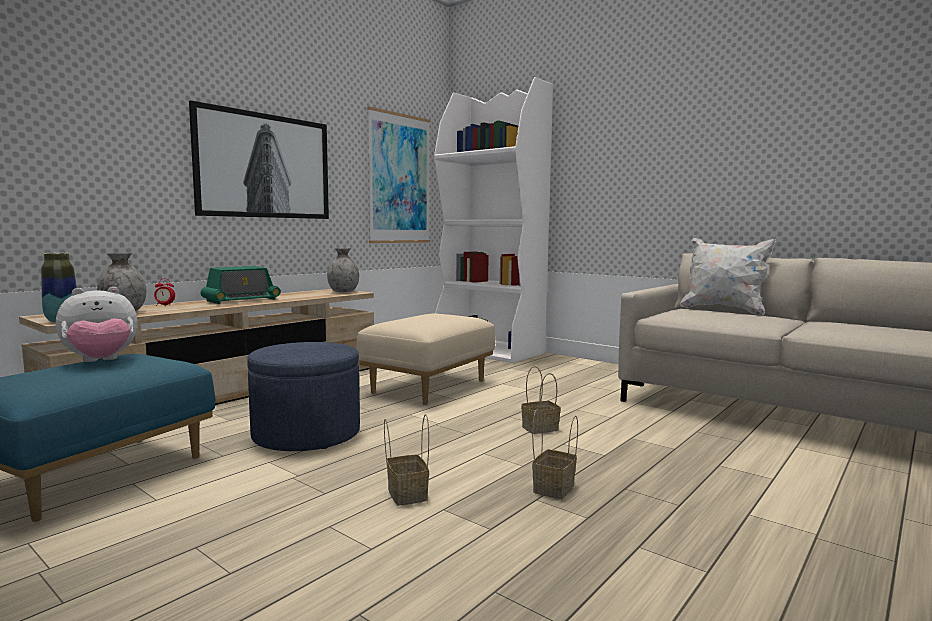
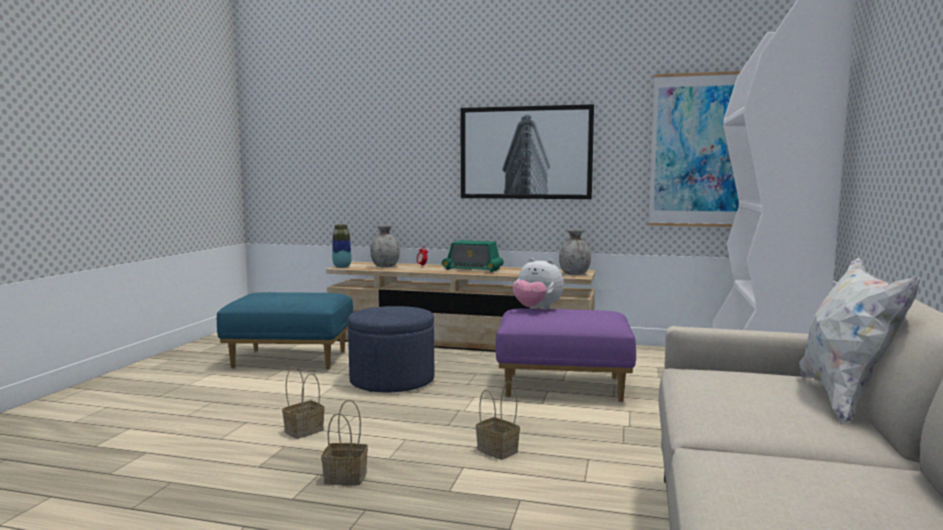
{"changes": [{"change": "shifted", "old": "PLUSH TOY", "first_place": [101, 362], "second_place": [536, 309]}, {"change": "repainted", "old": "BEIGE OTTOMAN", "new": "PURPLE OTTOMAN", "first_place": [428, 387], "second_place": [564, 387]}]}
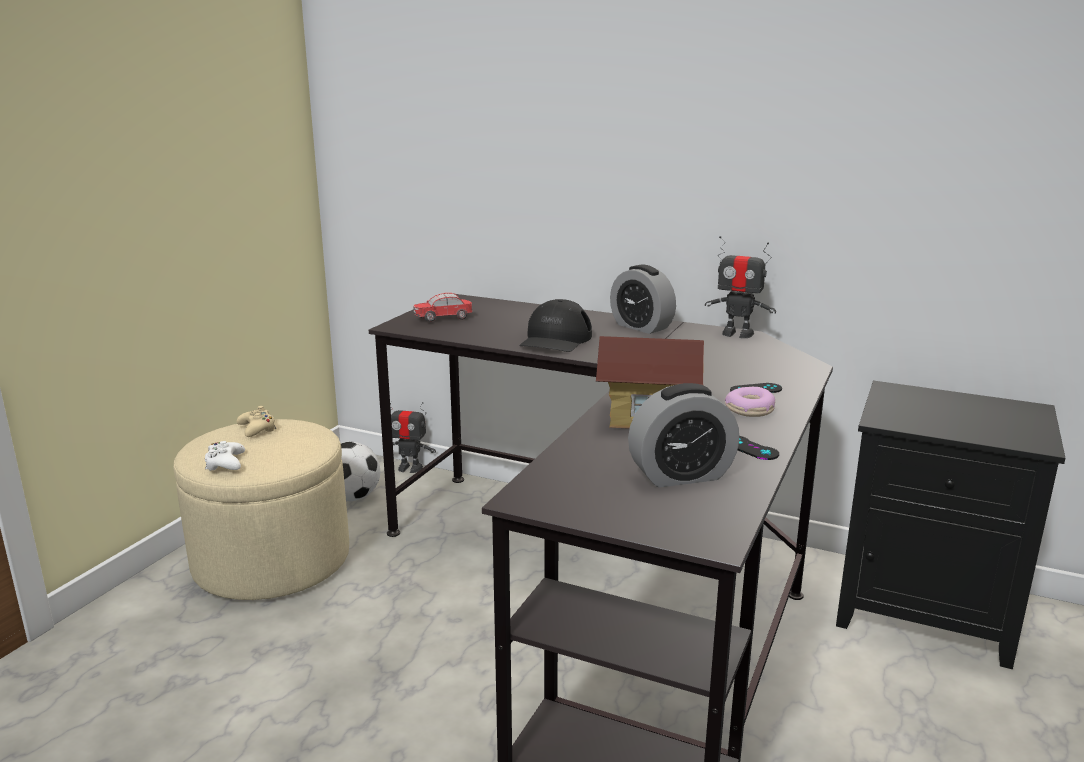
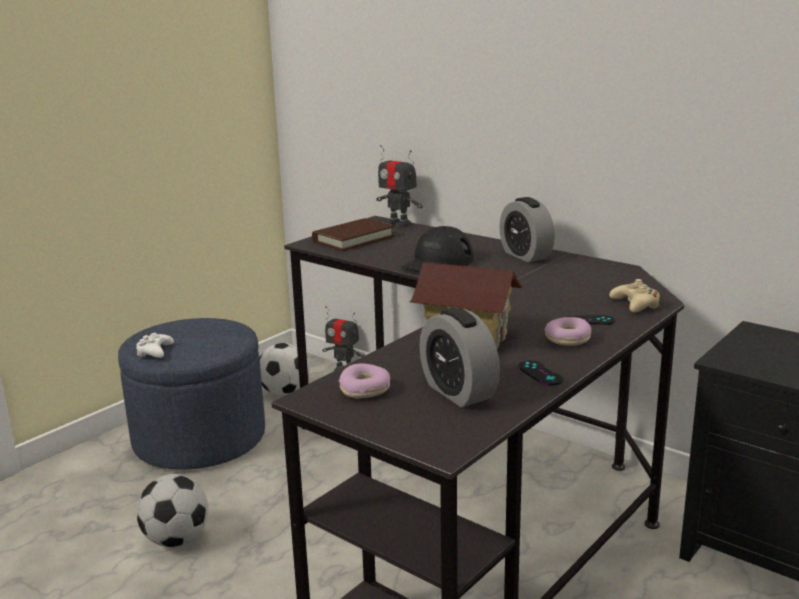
{"changes": [{"change": "repainted", "old": "BEIGE OTTOMAN", "new": "BLUE OTTOMAN", "first_place": [272, 561], "second_place": [200, 439]}, {"change": "shifted", "old": "BEIGE GAME CONTROLLER", "first_place": [257, 429], "second_place": [635, 304]}, {"change": "swapped", "old": "TOY CAR", "new": "BROWN BOOK", "first_place": [444, 319], "second_place": [353, 239]}, {"change": "rotated", "old": "ALARM CLOCK", "first_place": [681, 475], "second_place": [458, 392], "degrees": 60}, {"change": "shifted", "old": "TOY ROBOT", "first_place": [737, 334], "second_place": [398, 224]}, {"change": "new", "new": "FOOTBALL", "second_place": [176, 540]}, {"change": "new", "new": "DONUT", "second_place": [365, 389]}]}
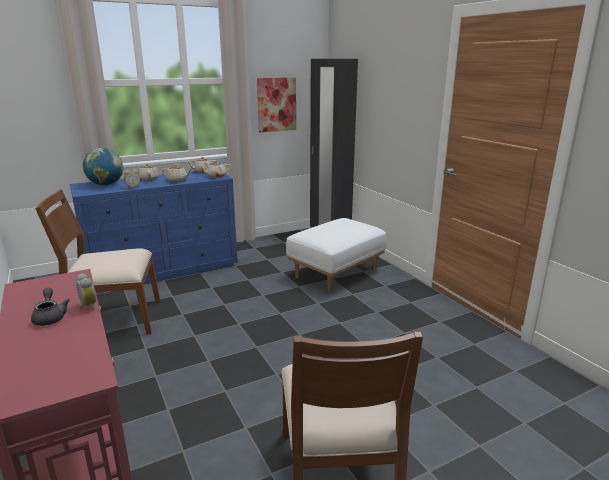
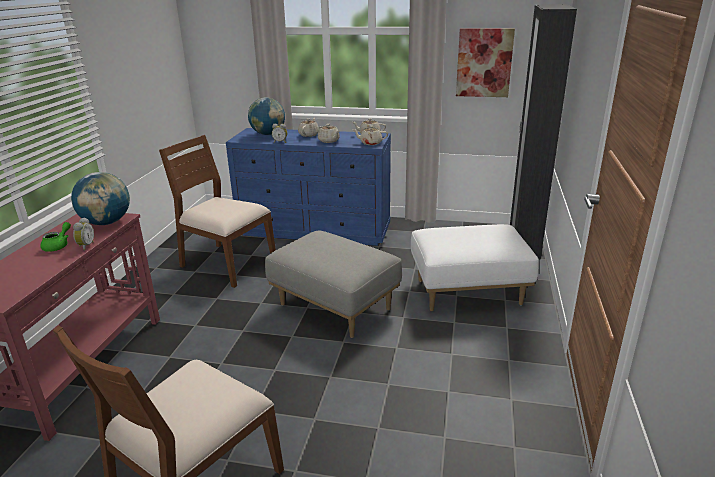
{"changes": [{"change": "repainted", "old": "GREY TEAPOT", "new": "GREEN TEAPOT", "first_place": [50, 317], "second_place": [58, 246]}, {"change": "new", "new": "GLOBE", "second_place": [106, 222]}, {"change": "new", "new": "GREY OTTOMAN", "second_place": [333, 307]}]}
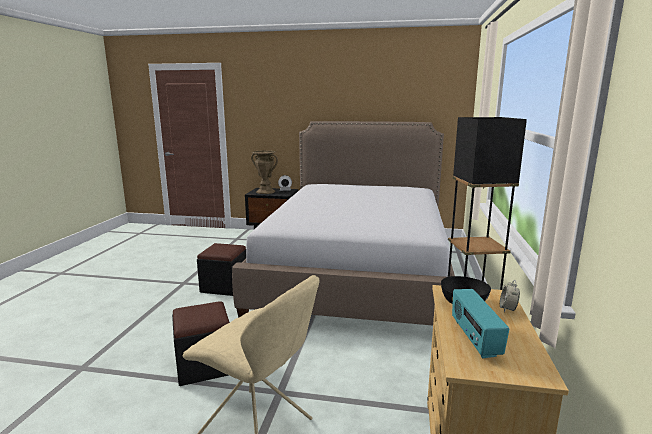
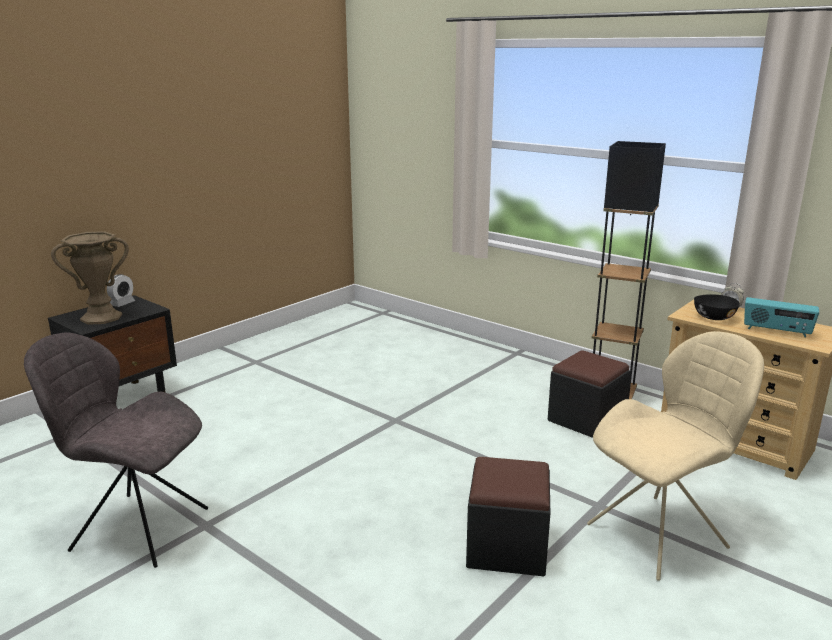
{"changes": [{"change": "shifted", "old": "BLACK OTTOMAN", "first_place": [224, 286], "second_place": [586, 420]}, {"change": "gone", "old": "BED", "first_place": [357, 272]}, {"change": "new", "new": "GREY CHAIR", "second_place": [136, 528]}]}
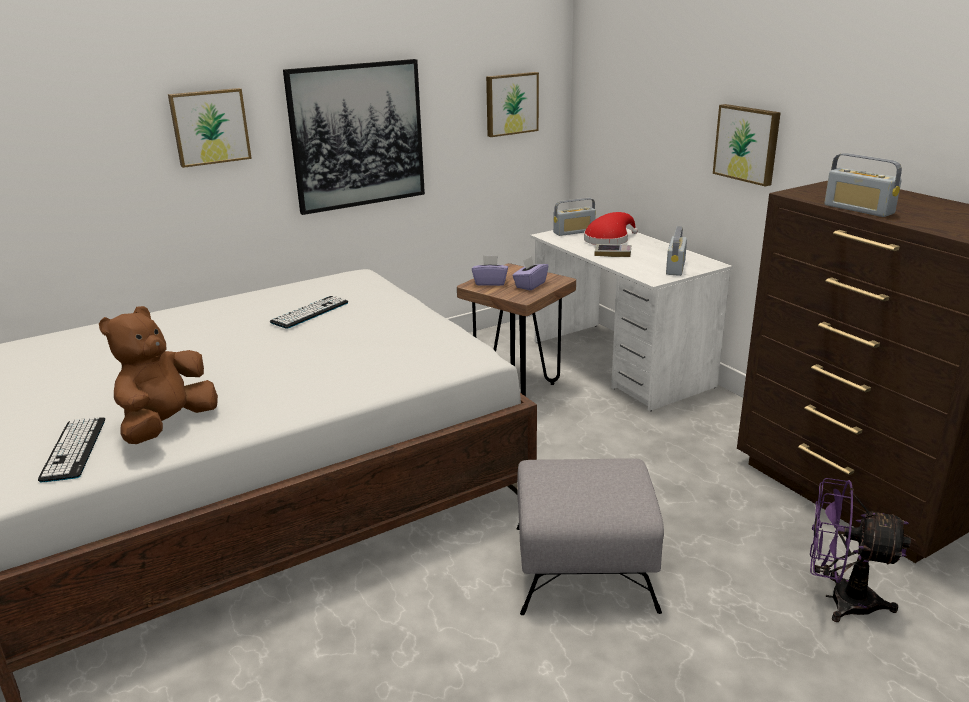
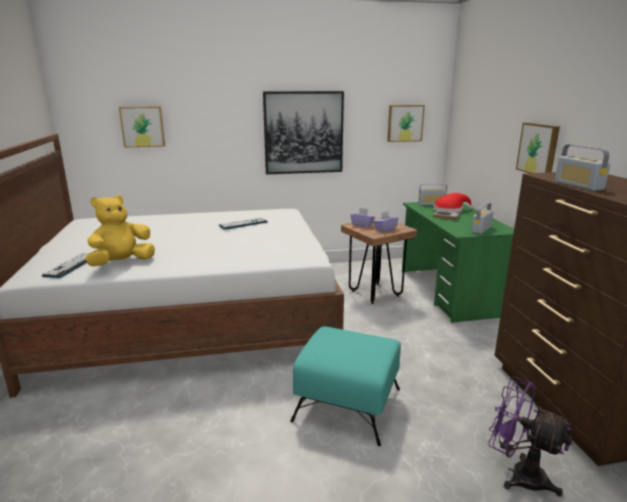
{"changes": [{"change": "repainted", "old": "BROWN PLUSH TOY", "new": "YELLOW PLUSH TOY", "first_place": [167, 426], "second_place": [122, 263]}, {"change": "shifted", "old": "PICTURE", "first_place": [210, 127], "second_place": [142, 126]}, {"change": "repainted", "old": "GREY OTTOMAN", "new": "TURQUOISE OTTOMAN", "first_place": [585, 567], "second_place": [348, 404]}, {"change": "repainted", "old": "WHITE DESK", "new": "GREEN DESK", "first_place": [620, 364], "second_place": [449, 292]}]}
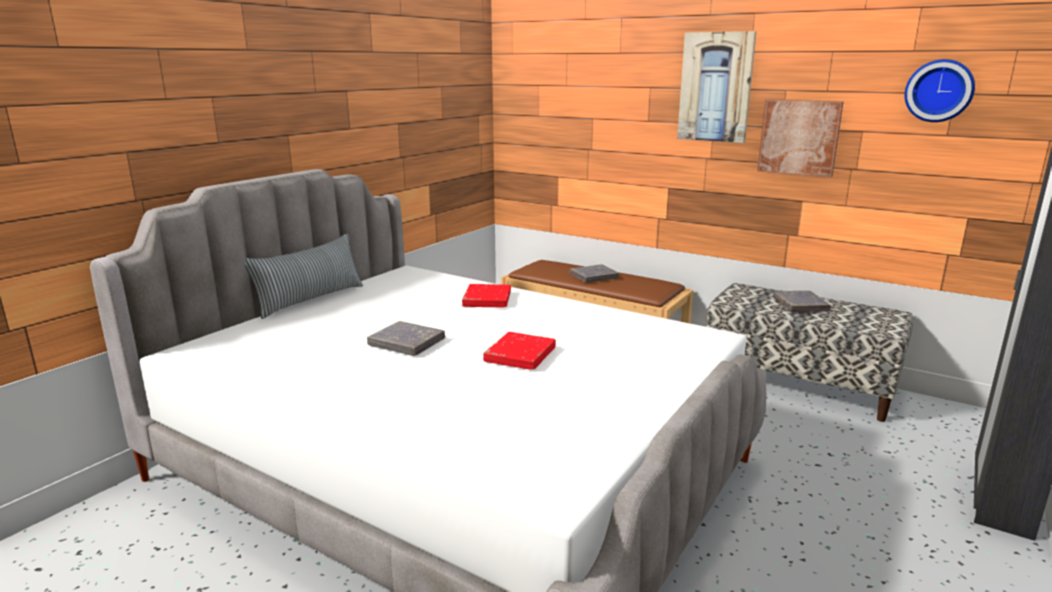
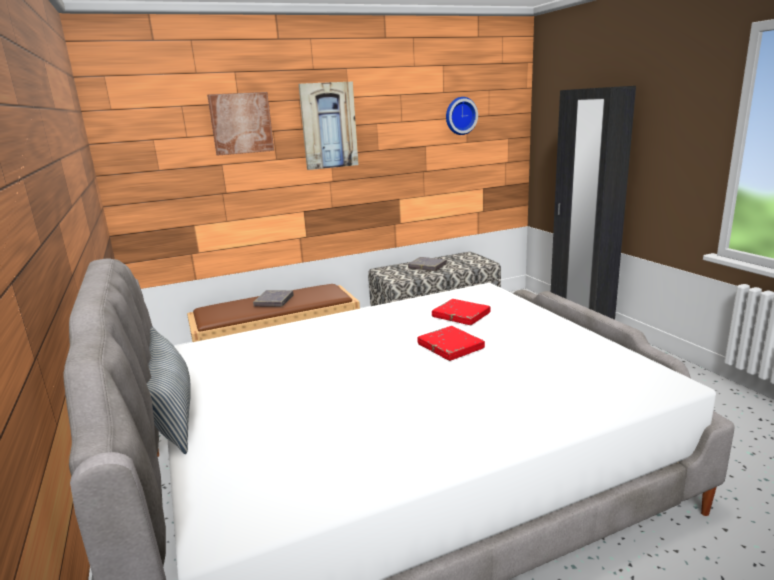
{"changes": [{"change": "gone", "old": "GREY BOOK", "first_place": [406, 343]}, {"change": "shifted", "old": "RED BOOK", "first_place": [487, 300], "second_place": [461, 315]}, {"change": "shifted", "old": "PICTURE", "first_place": [799, 137], "second_place": [241, 123]}]}
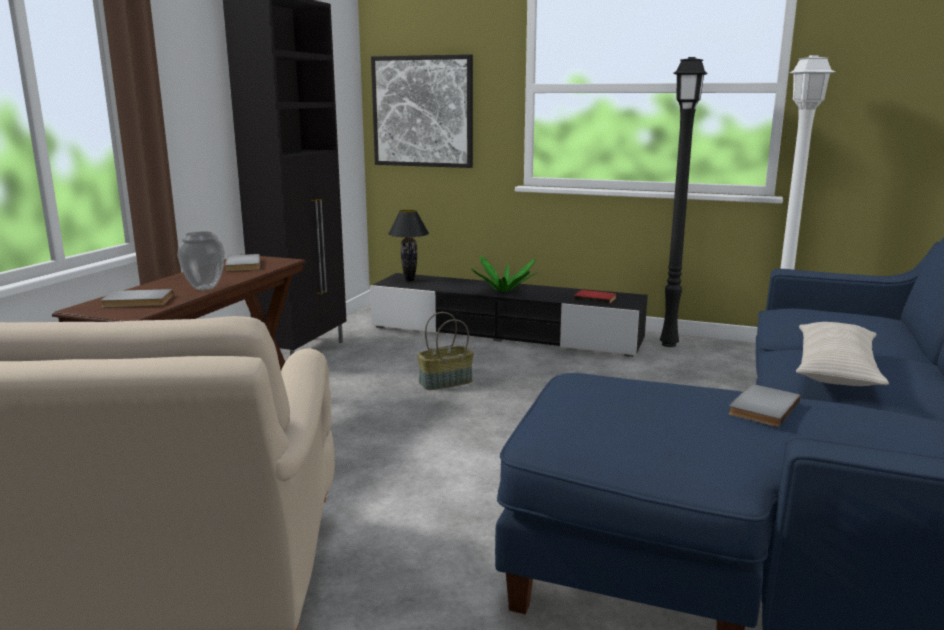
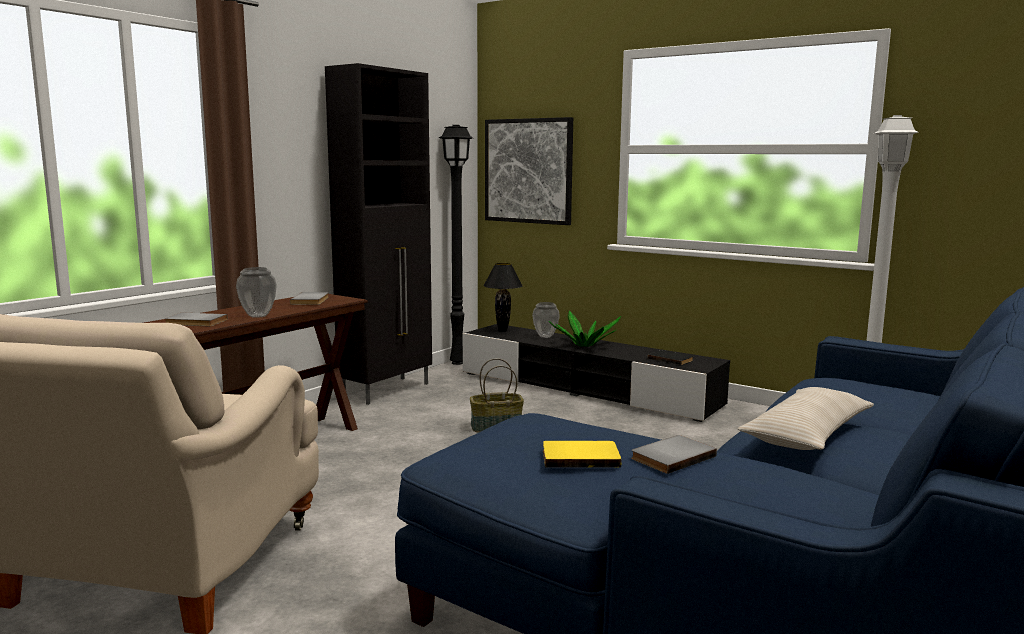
{"changes": [{"change": "repainted", "old": "RED BOOK", "new": "BLACK BOOK", "first_place": [595, 298], "second_place": [671, 359]}, {"change": "shifted", "old": "BLACK FLOOR LAMP", "first_place": [667, 345], "second_place": [456, 363]}, {"change": "new", "new": "VASE", "second_place": [546, 336]}, {"change": "new", "new": "YELLOW BOOK", "second_place": [580, 457]}]}
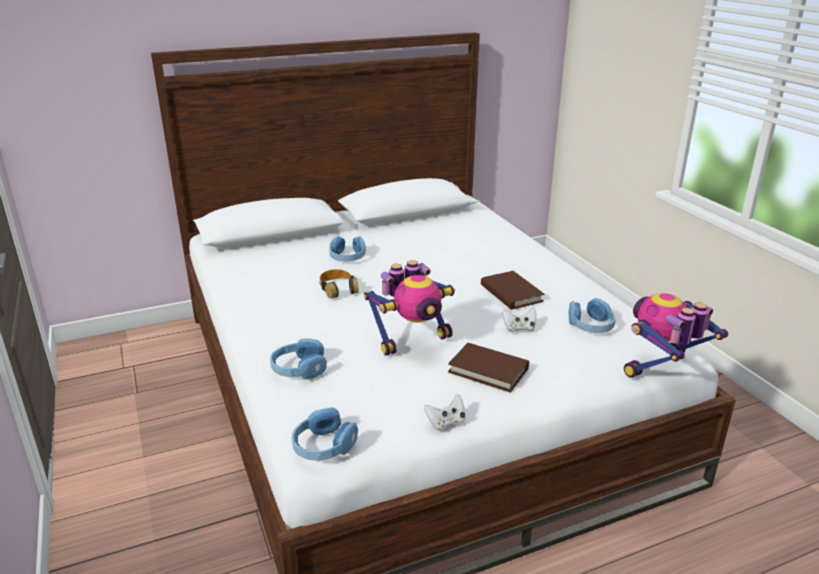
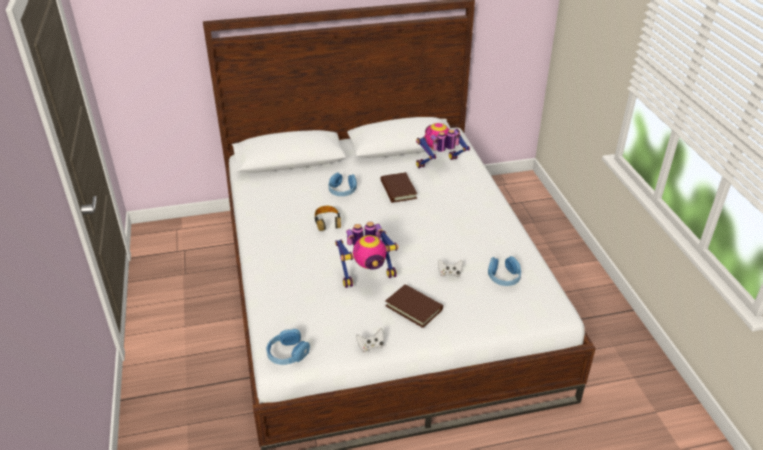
{"changes": [{"change": "gone", "old": "BLUE HEADPHONES", "first_place": [298, 369]}, {"change": "shifted", "old": "BROWN BOOK", "first_place": [511, 293], "second_place": [398, 189]}, {"change": "shifted", "old": "TOY ROBOT", "first_place": [662, 370], "second_place": [439, 166]}]}
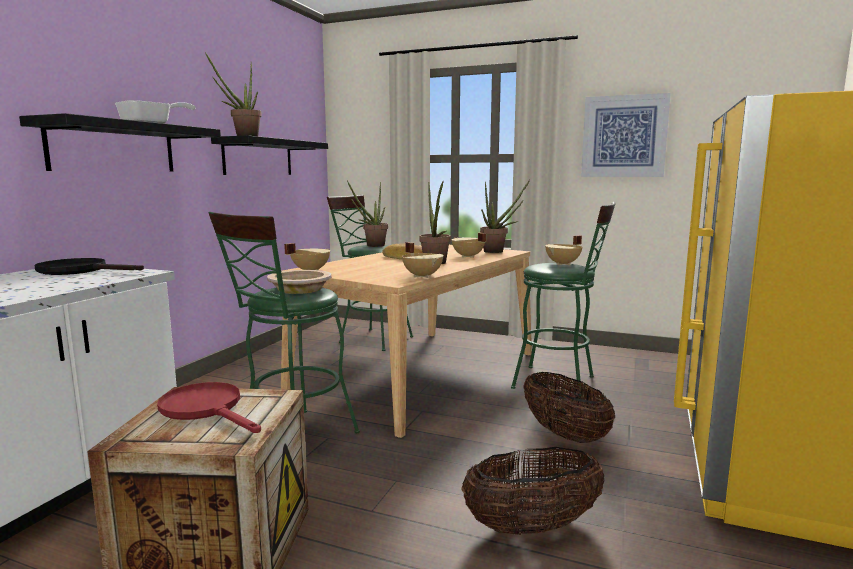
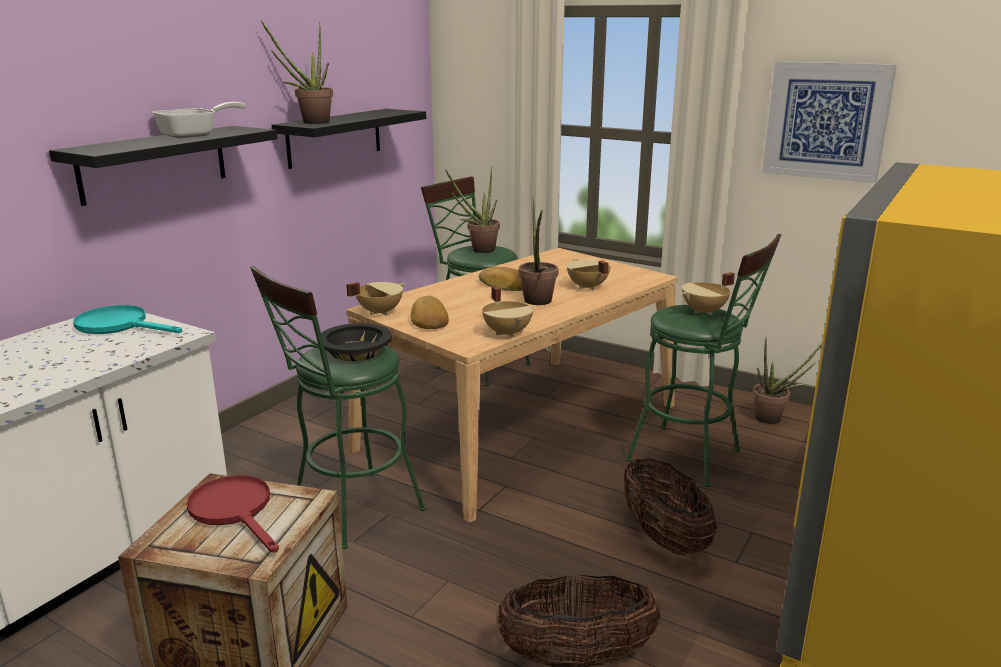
{"changes": [{"change": "repainted", "old": "BLACK FRYING PAN", "new": "TURQUOISE FRYING PAN", "first_place": [80, 270], "second_place": [119, 325]}, {"change": "repainted", "old": "BEIGE BOWL", "new": "BLACK BOWL", "first_place": [300, 289], "second_place": [356, 351]}, {"change": "shifted", "old": "POTTED PLANT", "first_place": [498, 251], "second_place": [774, 419]}, {"change": "new", "new": "BREAD", "second_place": [428, 319]}]}
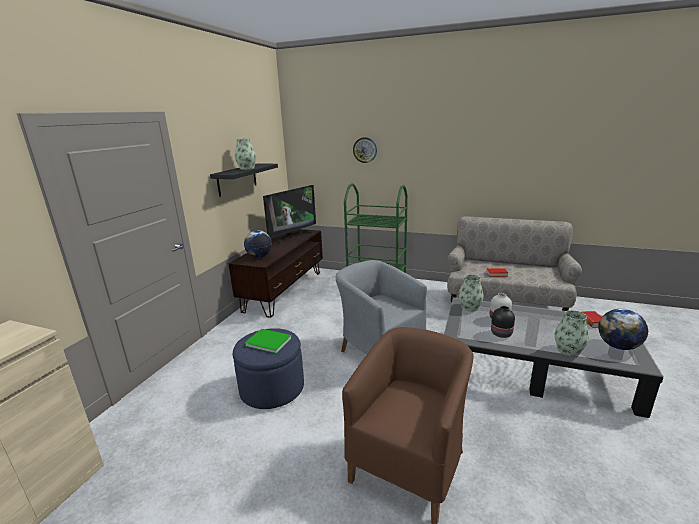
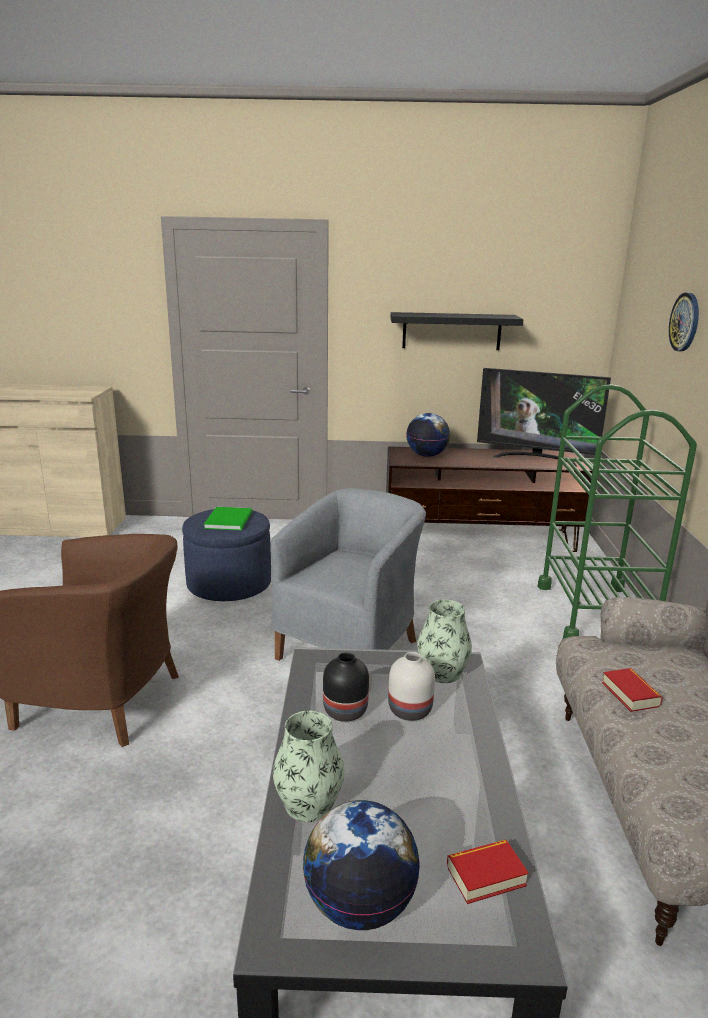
{"changes": [{"change": "gone", "old": "VASE", "first_place": [247, 168]}]}
